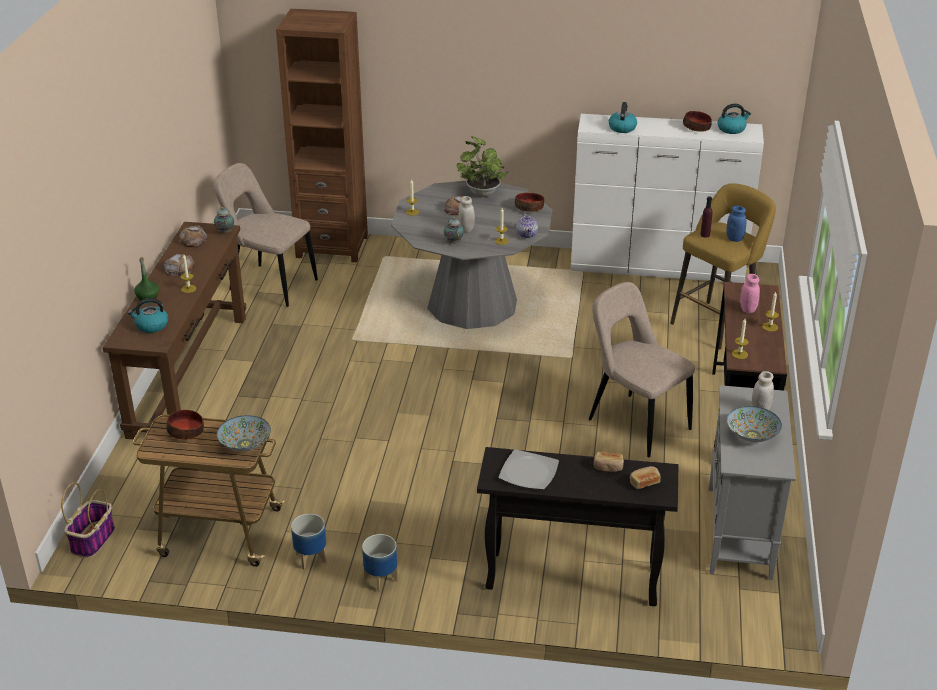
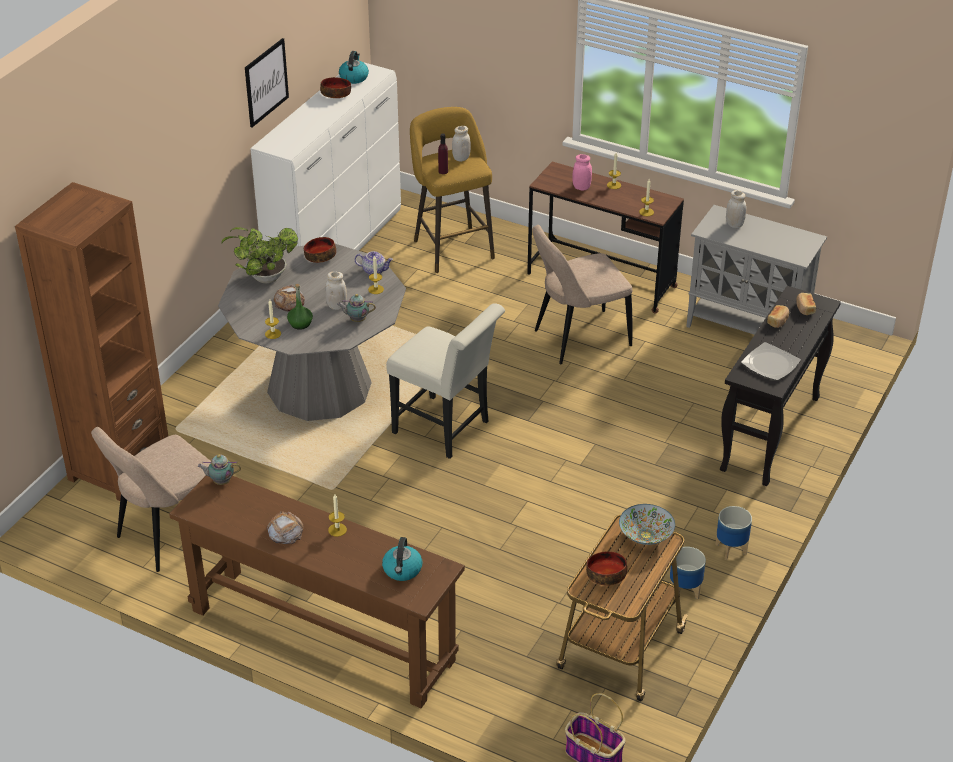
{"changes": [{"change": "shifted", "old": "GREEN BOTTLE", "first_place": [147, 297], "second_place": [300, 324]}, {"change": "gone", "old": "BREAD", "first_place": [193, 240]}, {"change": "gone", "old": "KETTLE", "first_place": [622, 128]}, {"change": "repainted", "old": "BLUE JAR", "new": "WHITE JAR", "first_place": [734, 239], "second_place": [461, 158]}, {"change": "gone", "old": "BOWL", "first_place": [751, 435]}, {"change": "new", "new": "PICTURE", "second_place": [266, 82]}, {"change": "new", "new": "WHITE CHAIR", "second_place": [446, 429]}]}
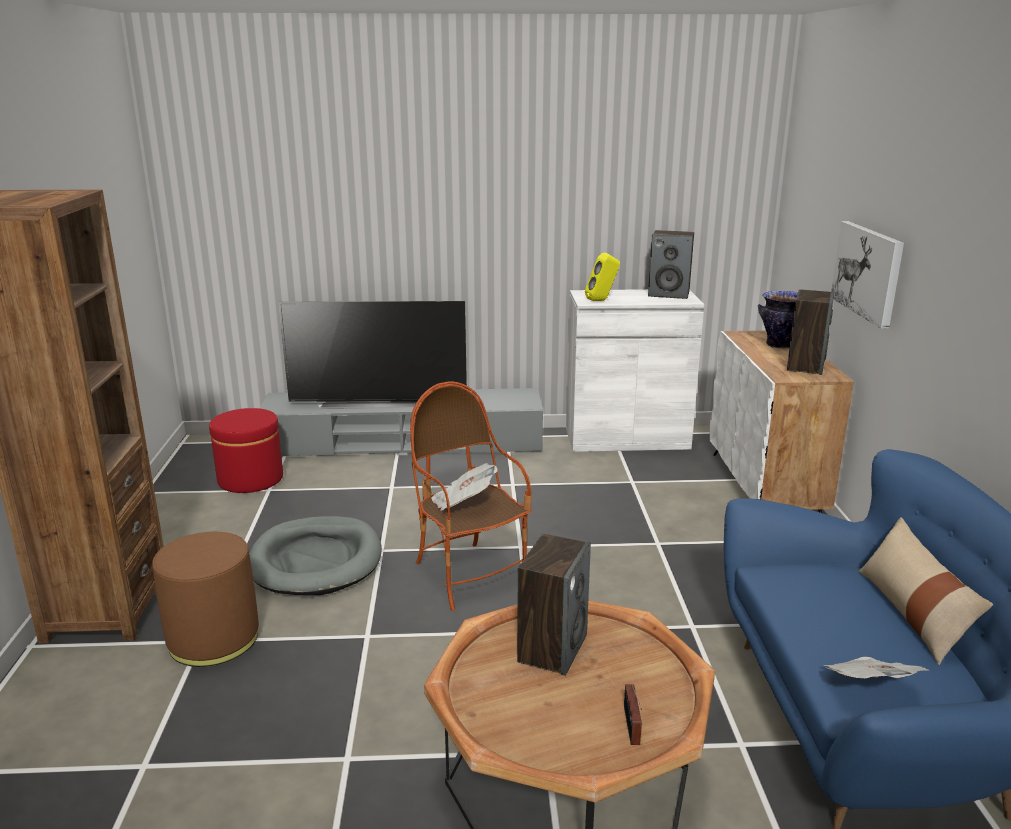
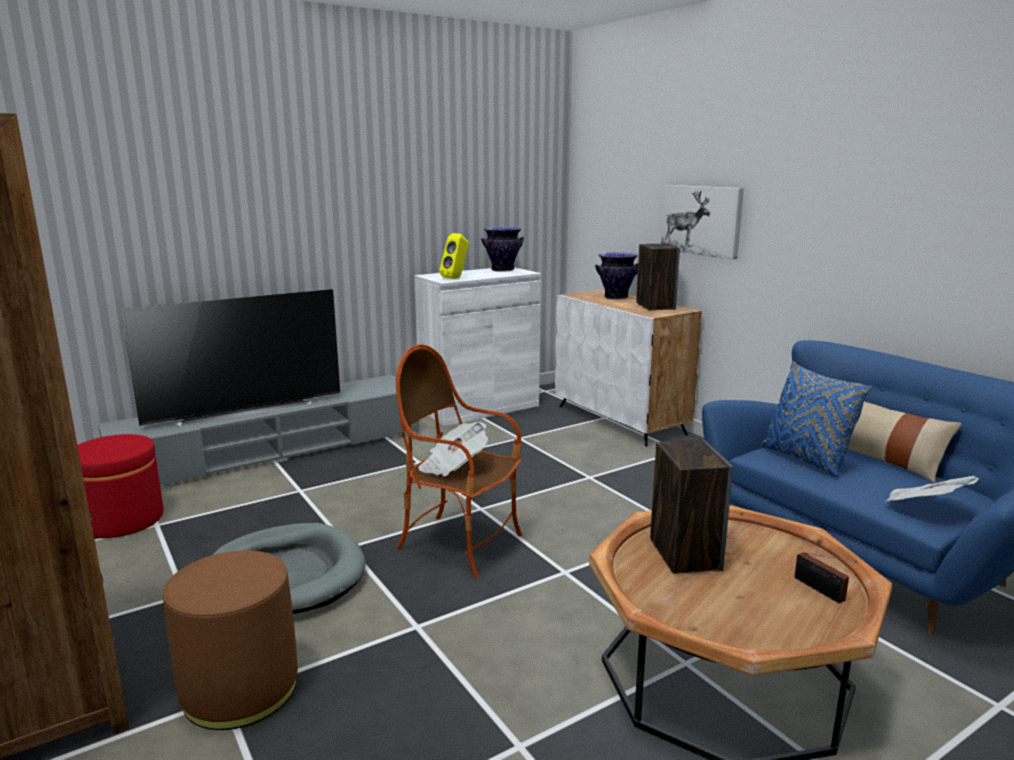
{"changes": [{"change": "swapped", "old": "SPEAKER", "new": "VASE", "first_place": [669, 294], "second_place": [502, 270]}, {"change": "new", "new": "BLUE PILLOW", "second_place": [805, 460]}]}
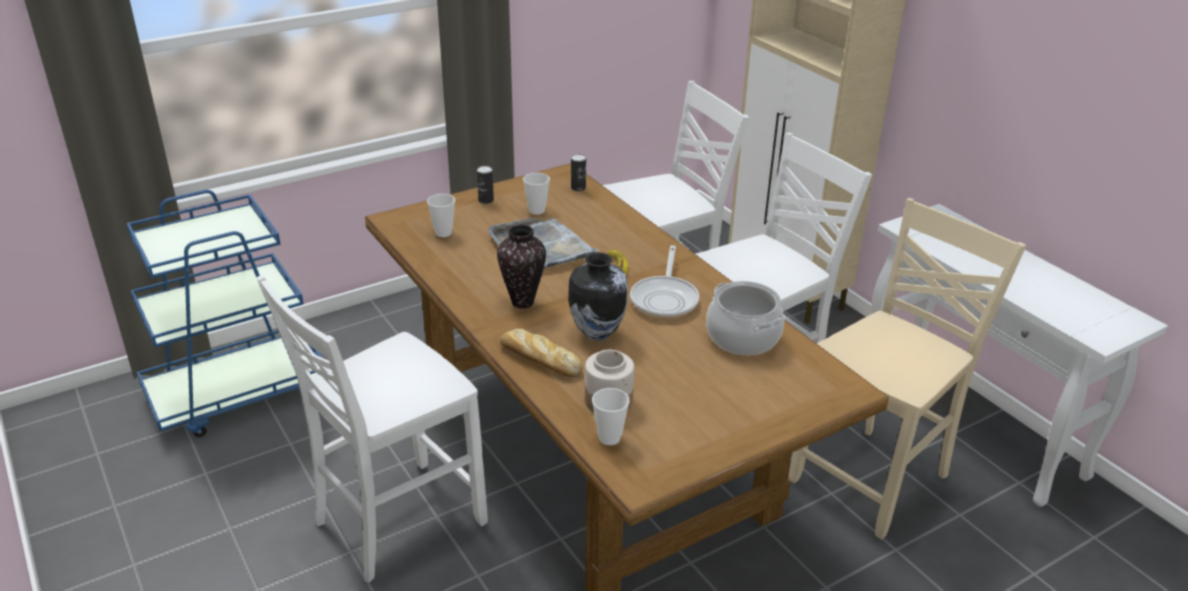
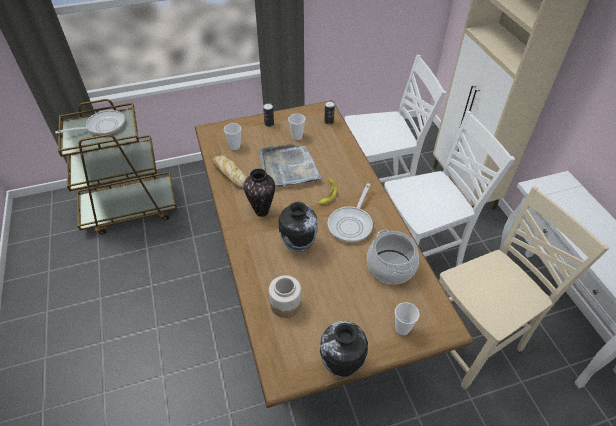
{"changes": [{"change": "repainted", "old": "BLUE CART", "new": "BROWN CART", "first_place": [239, 393], "second_place": [130, 208]}, {"change": "gone", "old": "WHITE CHAIR", "first_place": [395, 522]}, {"change": "shifted", "old": "BREAD", "first_place": [538, 359], "second_place": [229, 174]}, {"change": "shifted", "old": "CUP", "first_place": [609, 438], "second_place": [402, 329]}, {"change": "new", "new": "FRYING PAN", "second_place": [102, 126]}, {"change": "new", "new": "VASE", "second_place": [341, 365]}]}
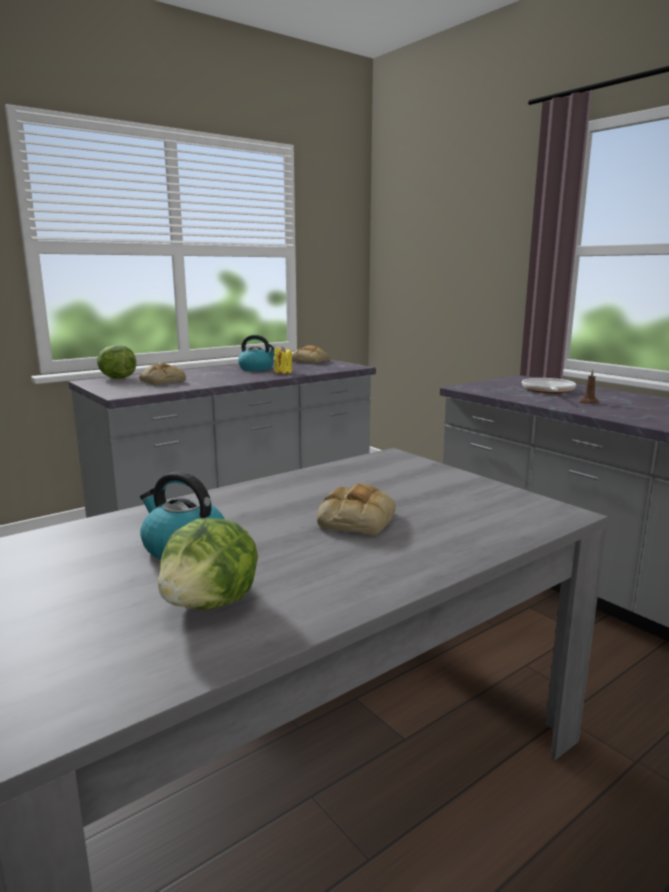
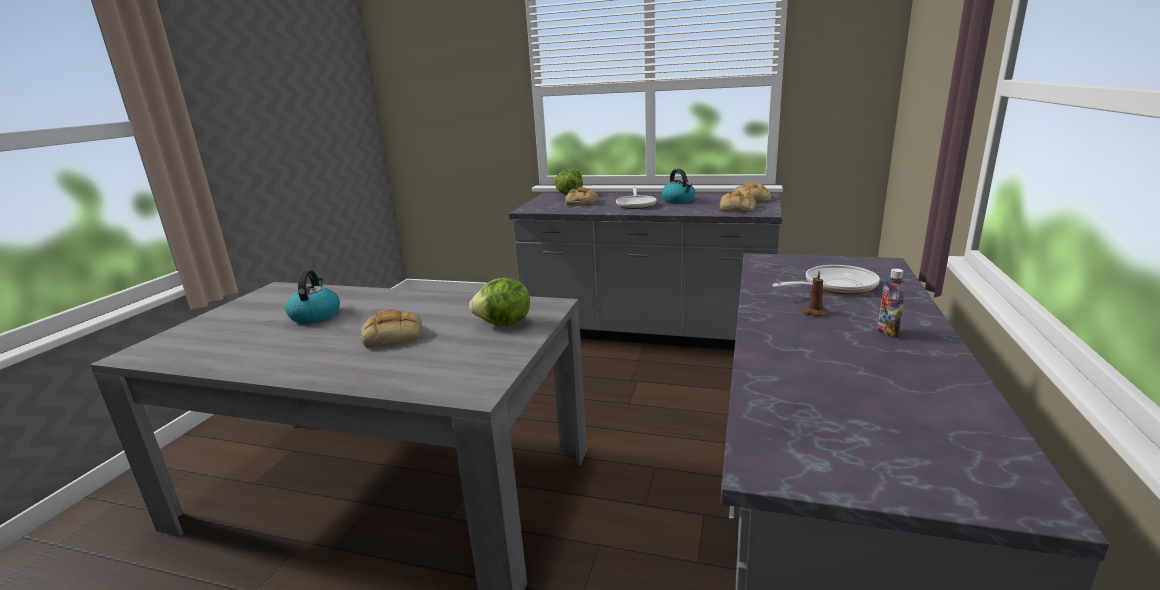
{"changes": [{"change": "shifted", "old": "LETTUCE", "first_place": [211, 604], "second_place": [504, 324]}, {"change": "gone", "old": "YELLOW CANDLE", "first_place": [283, 372]}, {"change": "new", "new": "FRYING PAN", "second_place": [636, 204]}, {"change": "new", "new": "BREAD", "second_place": [737, 208]}, {"change": "new", "new": "BOTTLE", "second_place": [887, 332]}]}
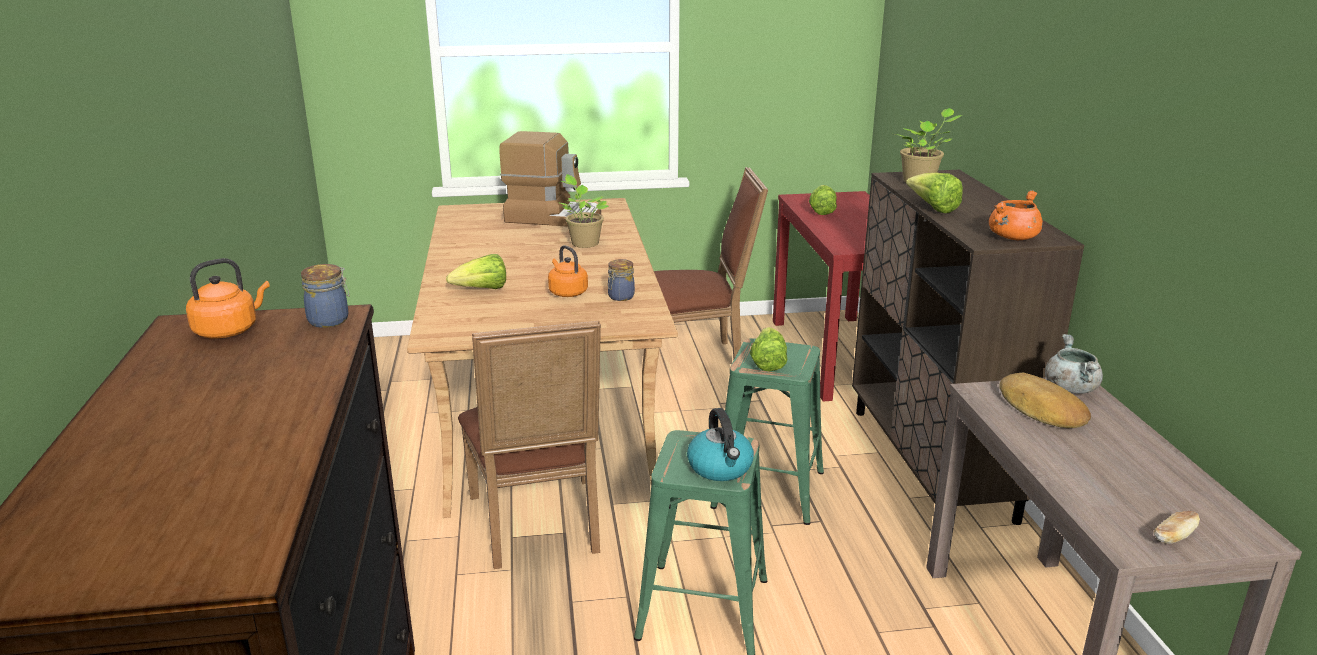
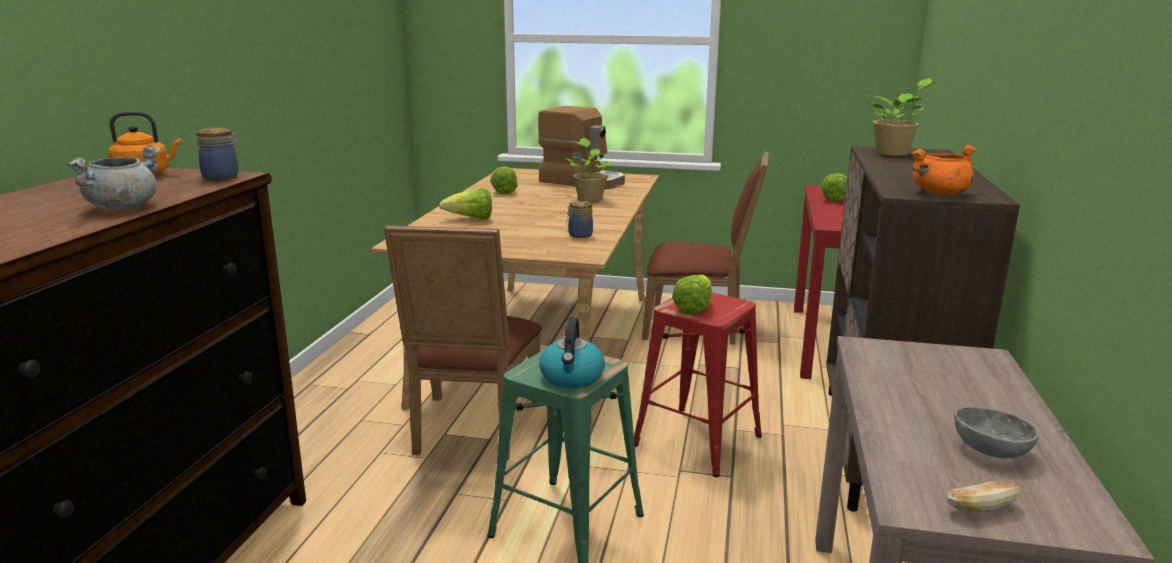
{"changes": [{"change": "gone", "old": "ORANGE KETTLE", "first_place": [567, 292]}, {"change": "repainted", "old": "GREEN STOOL", "new": "RED STOOL", "first_place": [770, 489], "second_place": [698, 440]}, {"change": "shifted", "old": "LETTUCE", "first_place": [933, 208], "second_place": [504, 191]}, {"change": "gone", "old": "BREAD", "first_place": [1040, 409]}, {"change": "shifted", "old": "GREY COOKING POT", "first_place": [1070, 388], "second_place": [123, 207]}, {"change": "new", "new": "GREY BOWL", "second_place": [990, 449]}]}
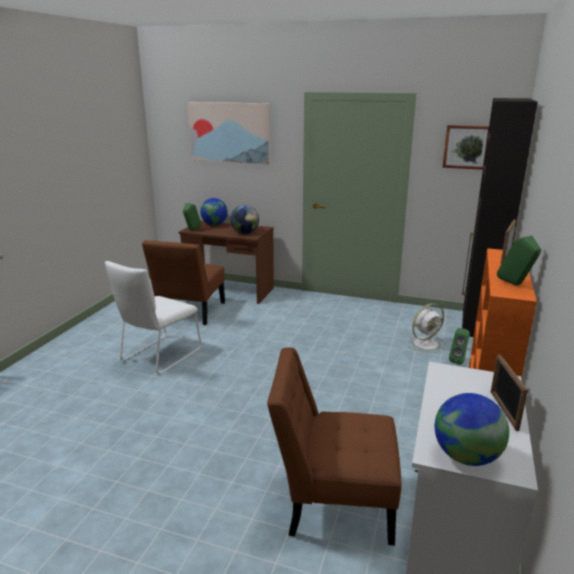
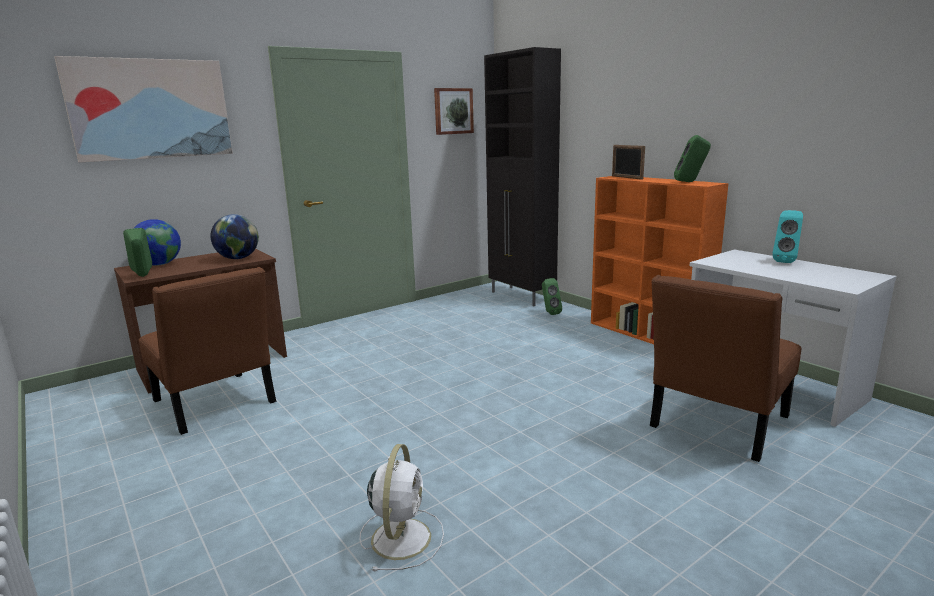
{"changes": [{"change": "gone", "old": "WHITE CHAIR", "first_place": [159, 356]}, {"change": "shifted", "old": "WHITE FAN", "first_place": [426, 343], "second_place": [401, 536]}, {"change": "gone", "old": "GLOBE", "first_place": [466, 456]}, {"change": "swapped", "old": "PICTURE FRAME", "new": "TURQUOISE SPEAKER", "first_place": [503, 410], "second_place": [785, 261]}]}
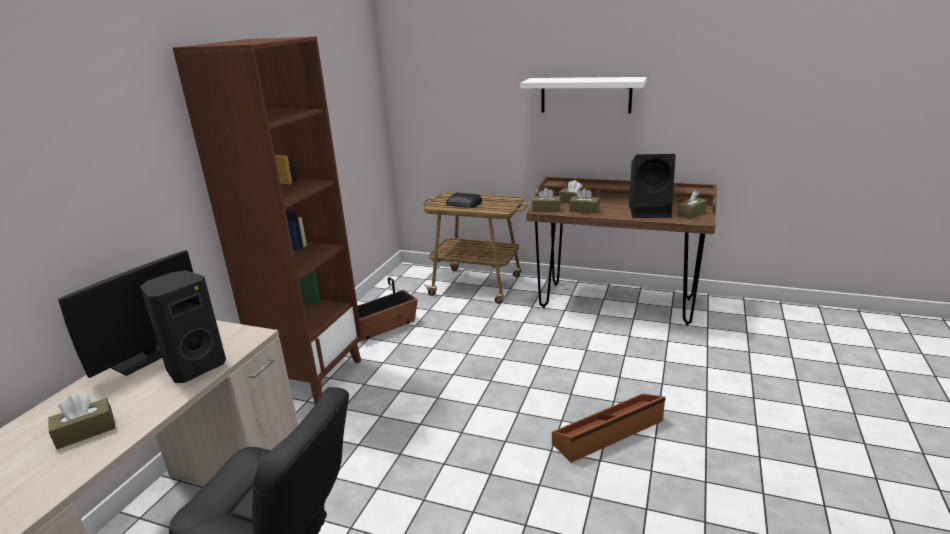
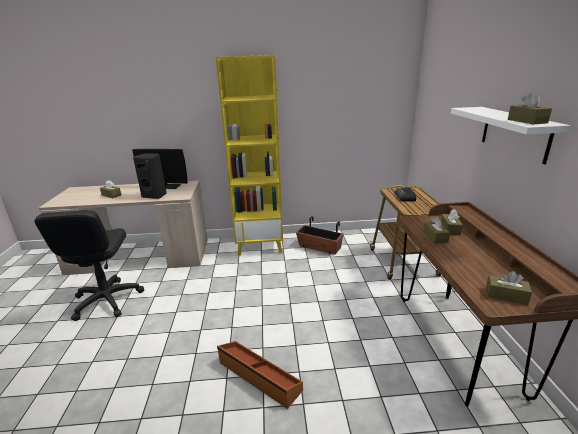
{"changes": [{"change": "repainted", "old": "BROWN BOOKCASE", "new": "YELLOW BOOKCASE", "first_place": [313, 375], "second_place": [260, 245]}, {"change": "shifted", "old": "BROWN TISSUE BOX", "first_place": [546, 209], "second_place": [527, 121]}, {"change": "gone", "old": "BLACK SPEAKER", "first_place": [650, 211]}]}
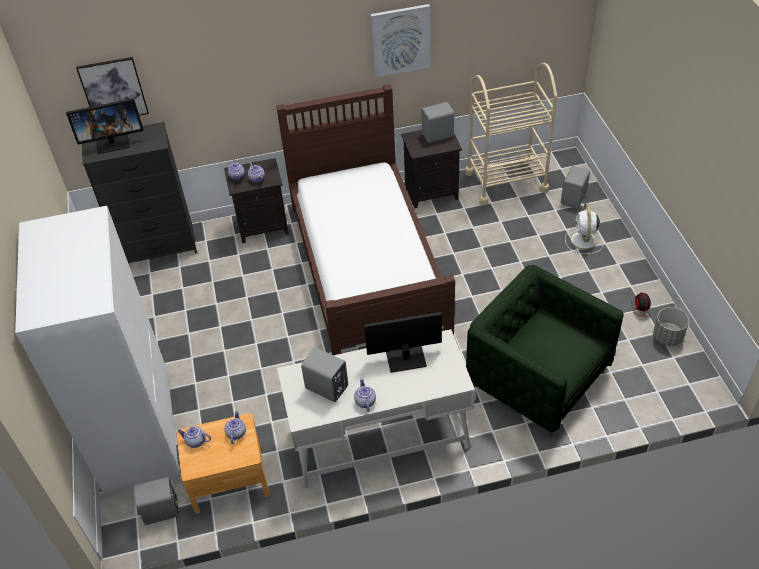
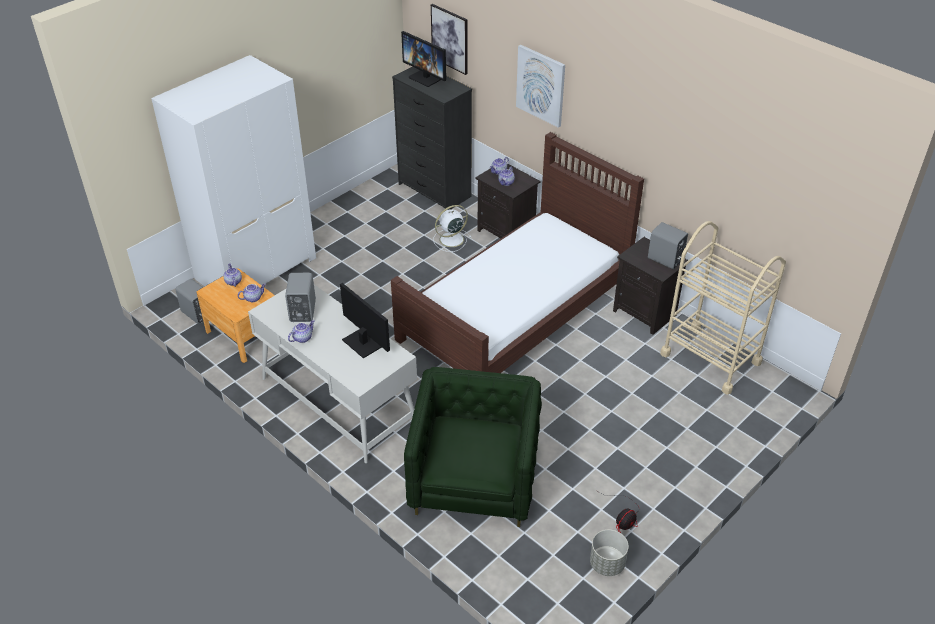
{"changes": [{"change": "shifted", "old": "PICTURE", "first_place": [400, 40], "second_place": [541, 85]}, {"change": "gone", "old": "GREY SPEAKER", "first_place": [574, 198]}, {"change": "shifted", "old": "WHITE FAN", "first_place": [583, 241], "second_place": [450, 240]}]}
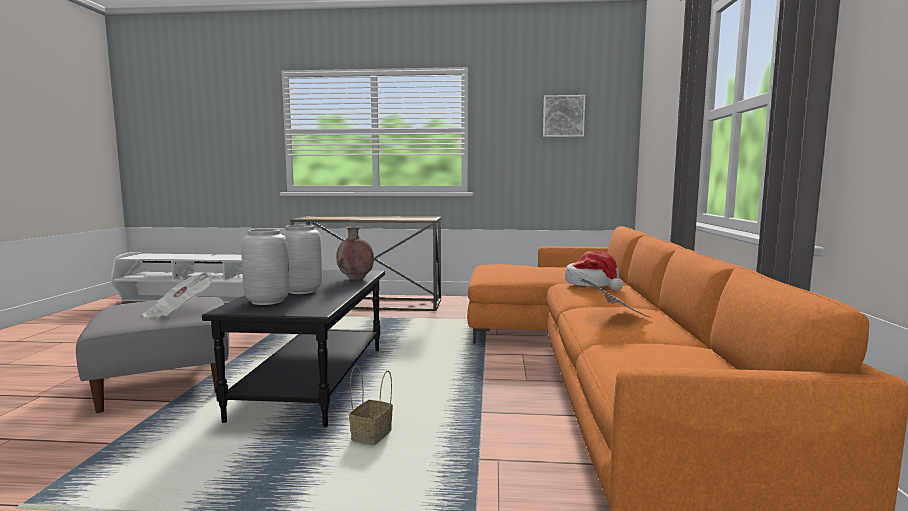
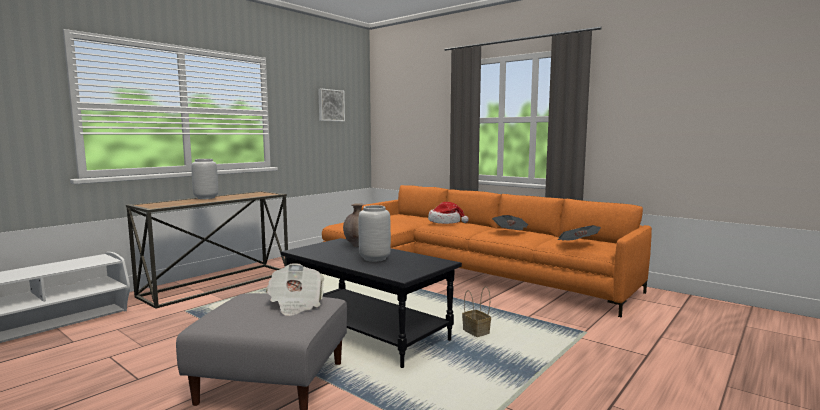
{"changes": [{"change": "shifted", "old": "GREY VASE", "first_place": [268, 301], "second_place": [206, 198]}, {"change": "new", "new": "NEWSPAPER", "second_place": [577, 244]}]}
